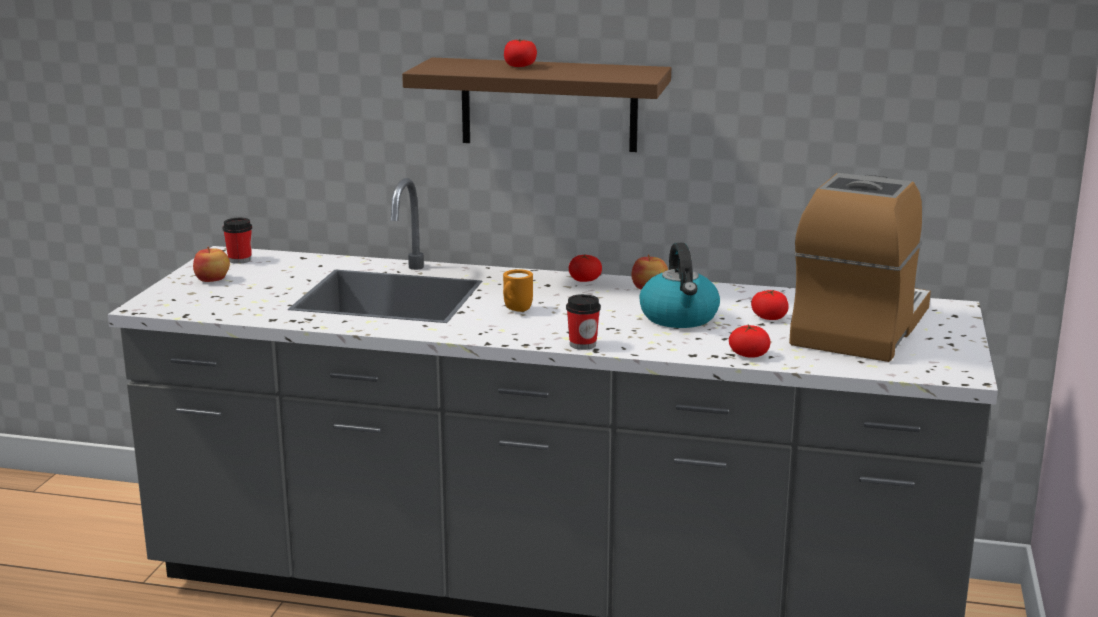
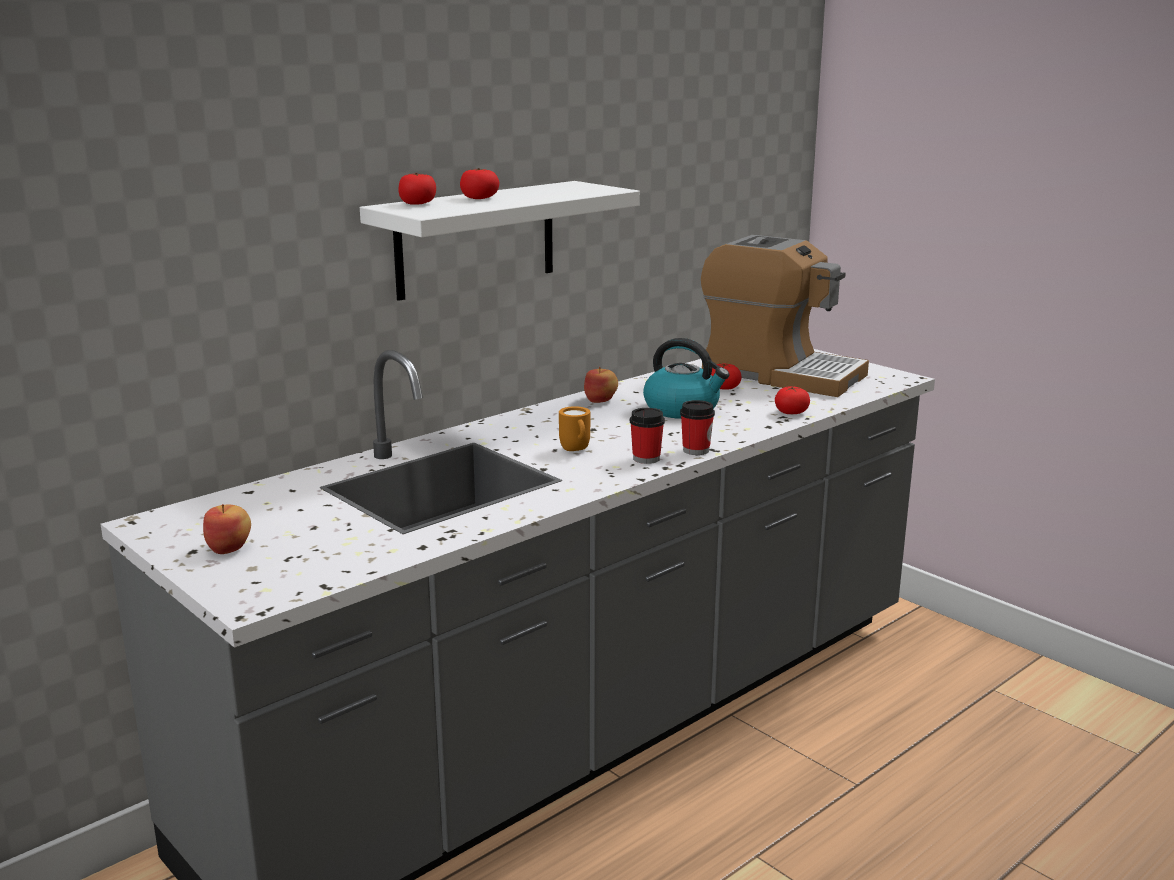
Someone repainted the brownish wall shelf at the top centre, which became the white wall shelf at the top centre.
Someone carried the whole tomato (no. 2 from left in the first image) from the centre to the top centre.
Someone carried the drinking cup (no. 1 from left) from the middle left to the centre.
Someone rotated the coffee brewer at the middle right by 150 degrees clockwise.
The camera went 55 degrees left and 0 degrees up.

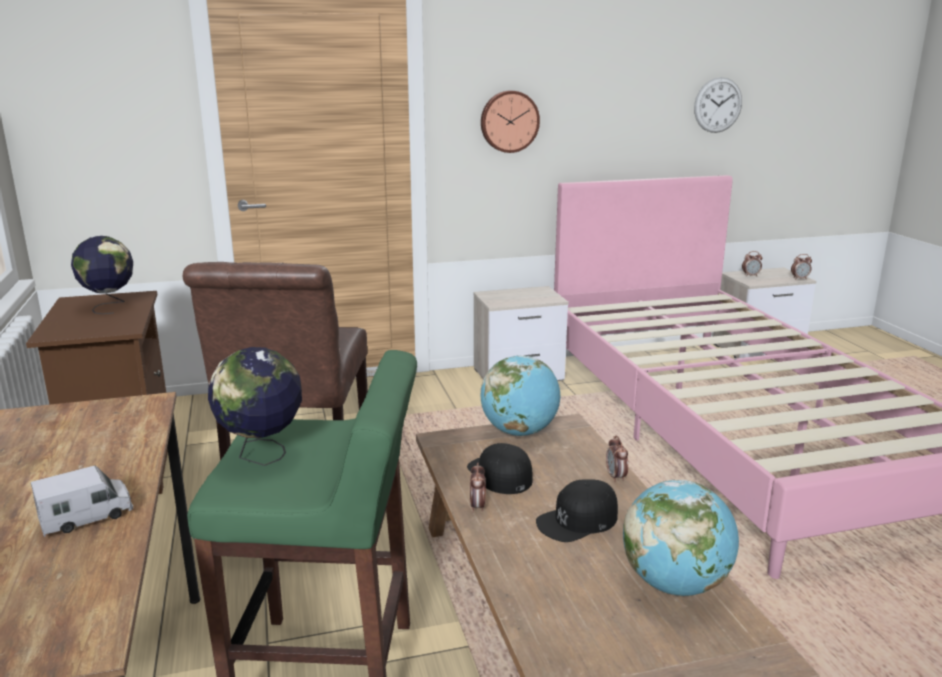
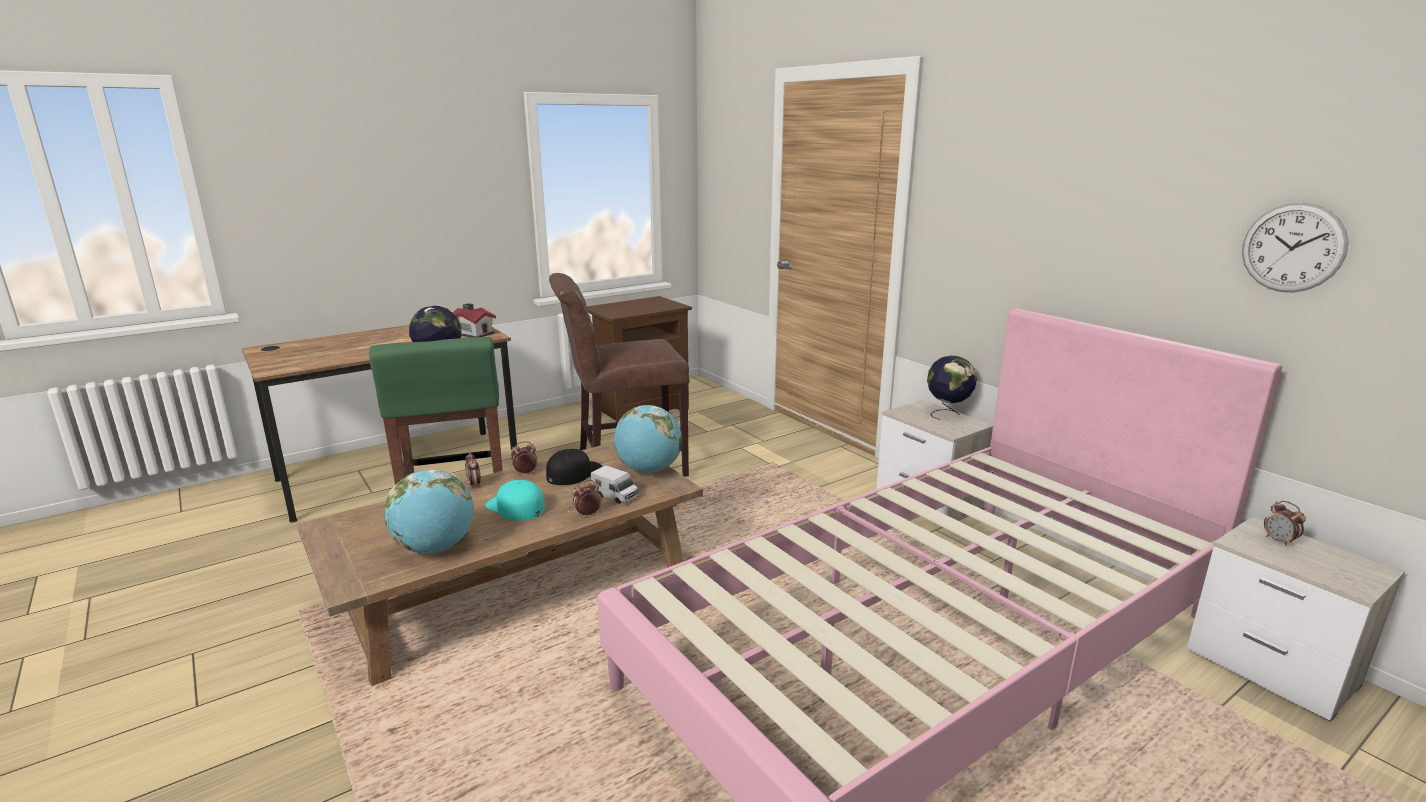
Someone put down the toy house at the middle left.
Someone carried the bedside clock (no. 4 from left in the first image) from the middle right to the middle left.
Someone repainted the black cap (no. 2 from left) at the bottom centre, which became the turquoise cap at the centre.
Someone carried the toy lorry from the bottom left to the centre.
Someone carried the world globe (no. 1 from left in the first image) from the middle left to the middle right.
Someone took away the wall clock (no. 1 from left) at the top centre.
The camera went 70 degrees right and 0 degrees up.

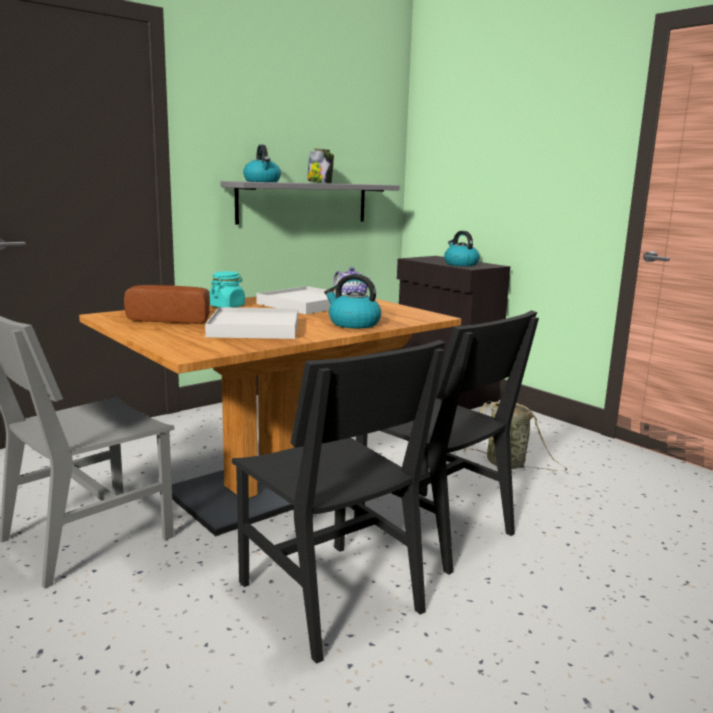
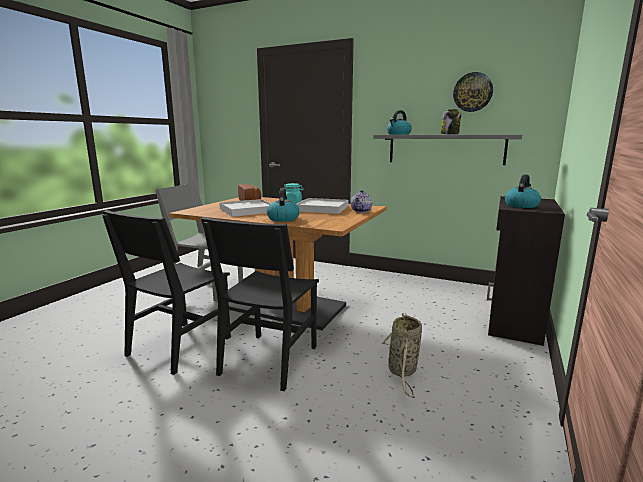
Someone put up the wall clock at the top right.
The camera went 65 degrees right and 0 degrees up.

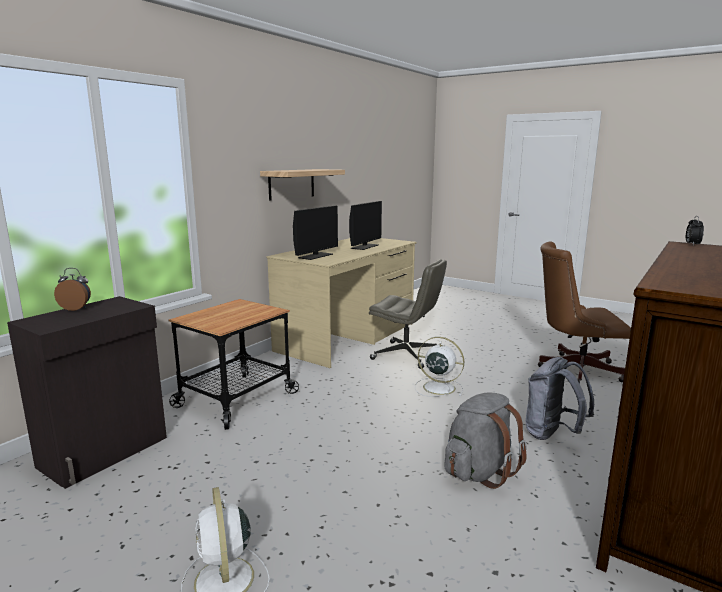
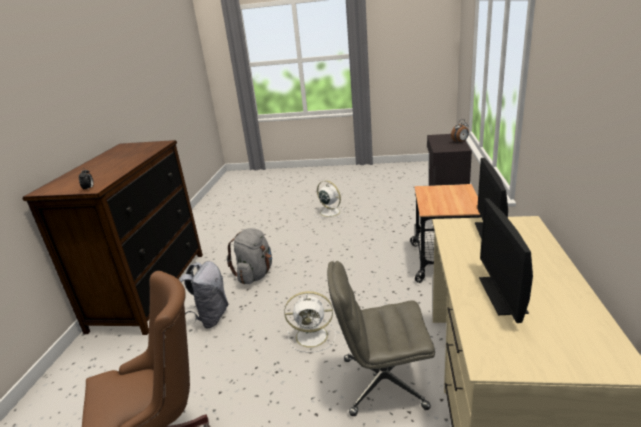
Someone took away the wall shelf at the top centre.
The camera went 155 degrees right and 10 degrees up.

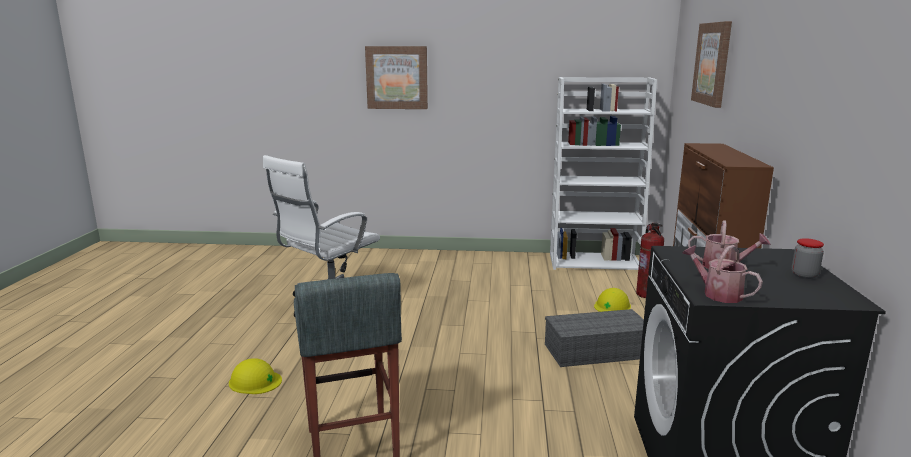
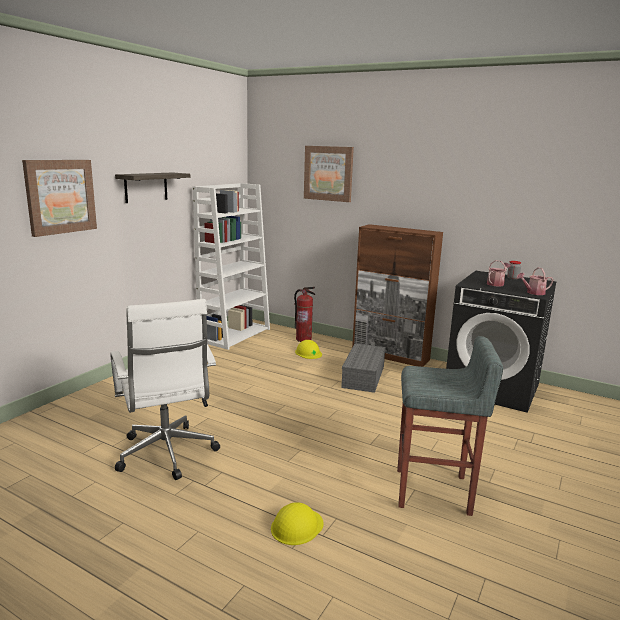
Someone put up the wall shelf at the top left.
The camera went 65 degrees left and 0 degrees up.

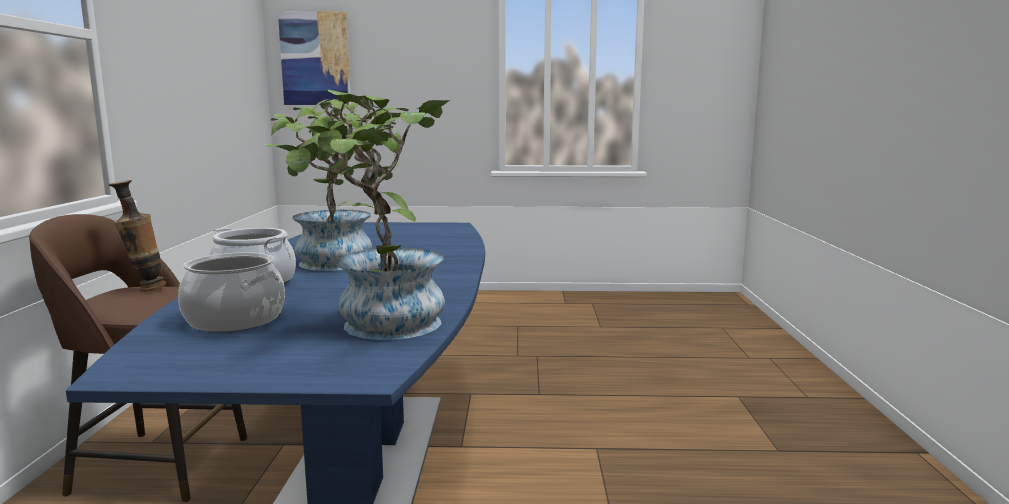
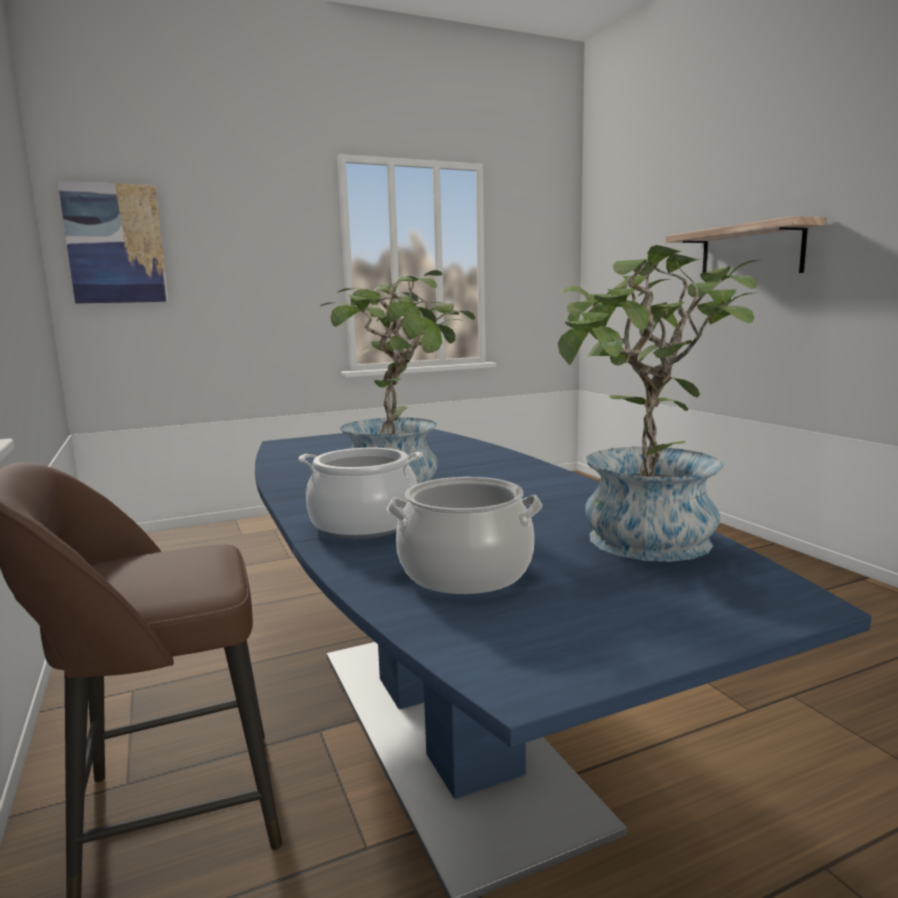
Someone put up the wall shelf at the top right.
Someone took away the flower vase at the middle left.
The camera went 25 degrees left and 0 degrees up.

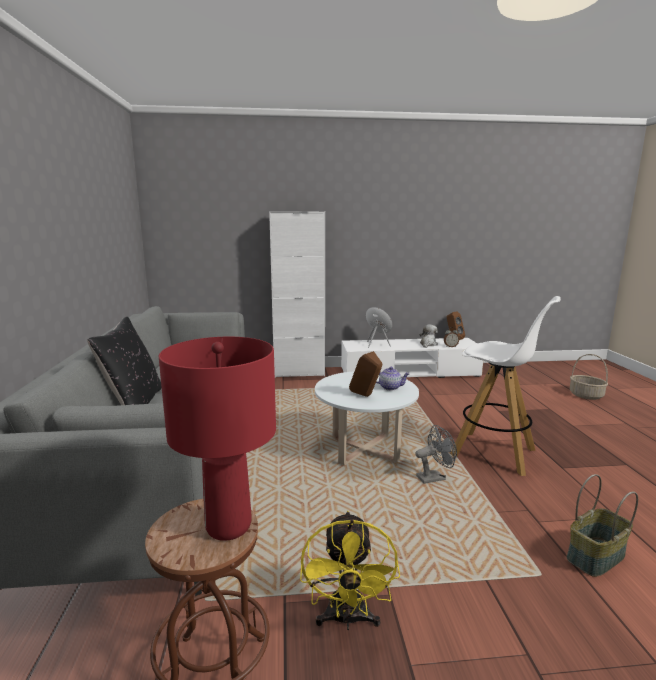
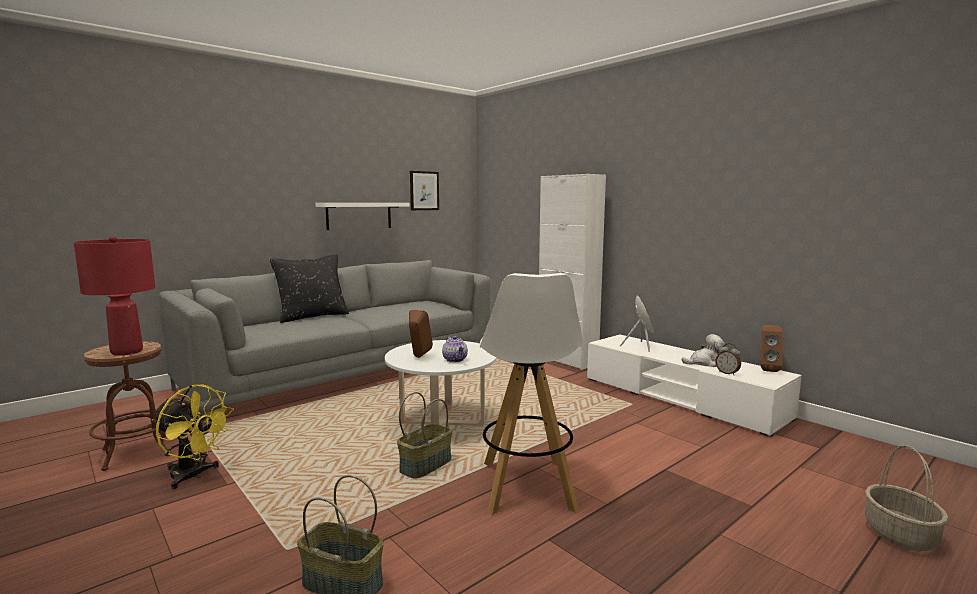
Someone rotated the yellow-coloured cooling fan at the bottom centre by 120 degrees counterclockwise.
Someone put up the white wall shelf at the centre.
Someone swapped the grey cooling fan at the bottom centre for the basket (no. 2 from left) at the bottom centre.
Someone put up the picture at the top centre.
The camera went 55 degrees right and 5 degrees down.

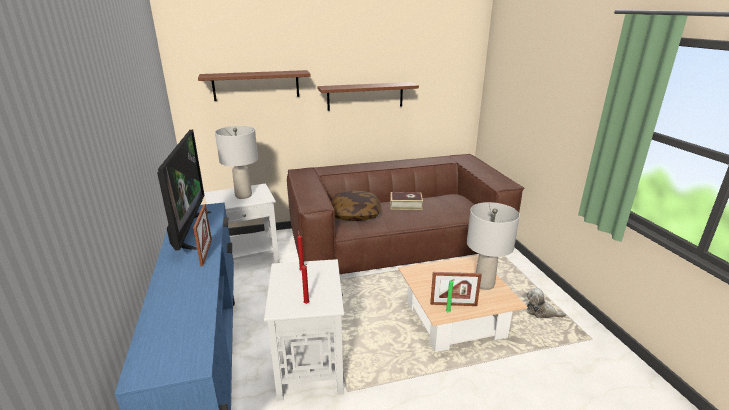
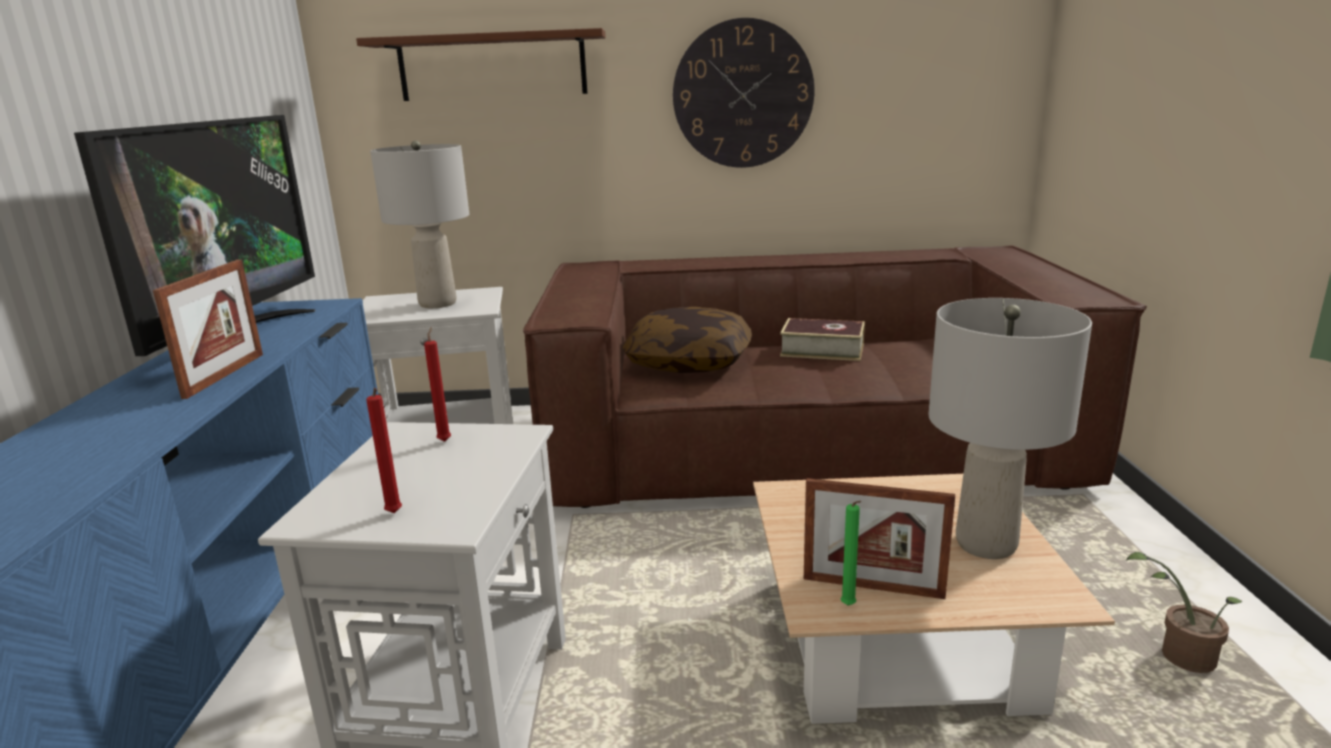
Someone swapped the brownish wall shelf (no. 2 from left) at the top centre for the wall clock at the top centre.
Someone swapped the cuddly toy at the bottom right for the potted plant at the bottom right.
The camera went 15 degrees right and 5 degrees down.

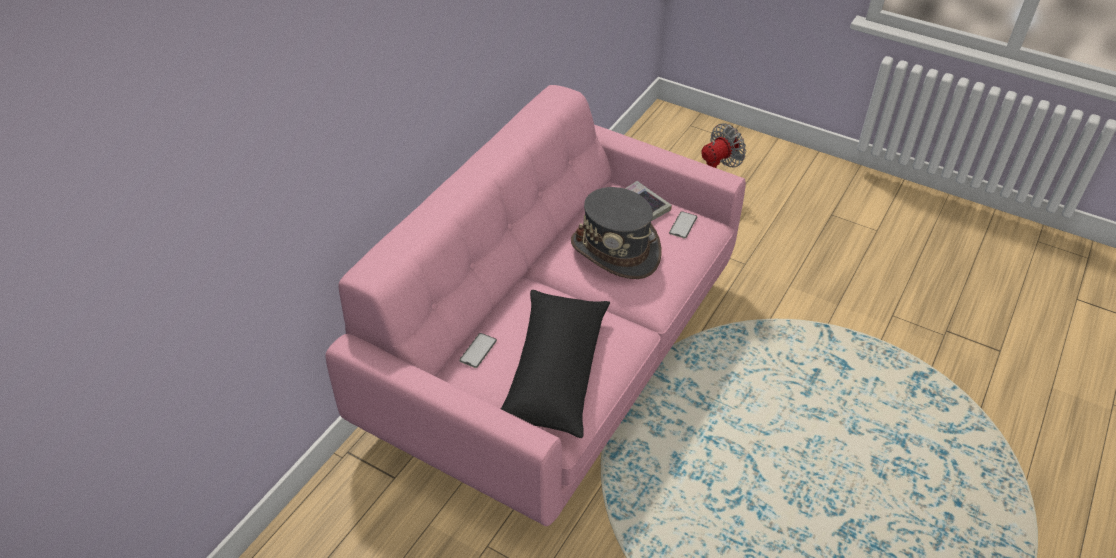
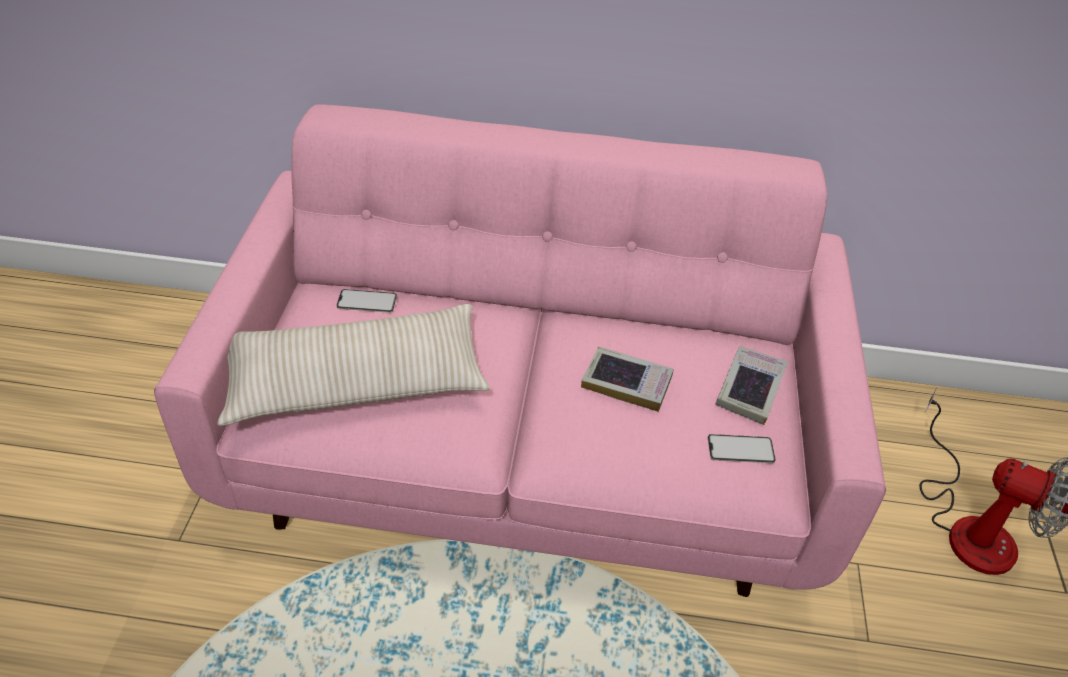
Someone repainted the black throw pillow at the centre, which became the beige-coloured throw pillow at the middle left.
Someone swapped the grey hat at the centre for the volume (no. 1 from left) at the centre.
The camera went 65 degrees right and 0 degrees up.

